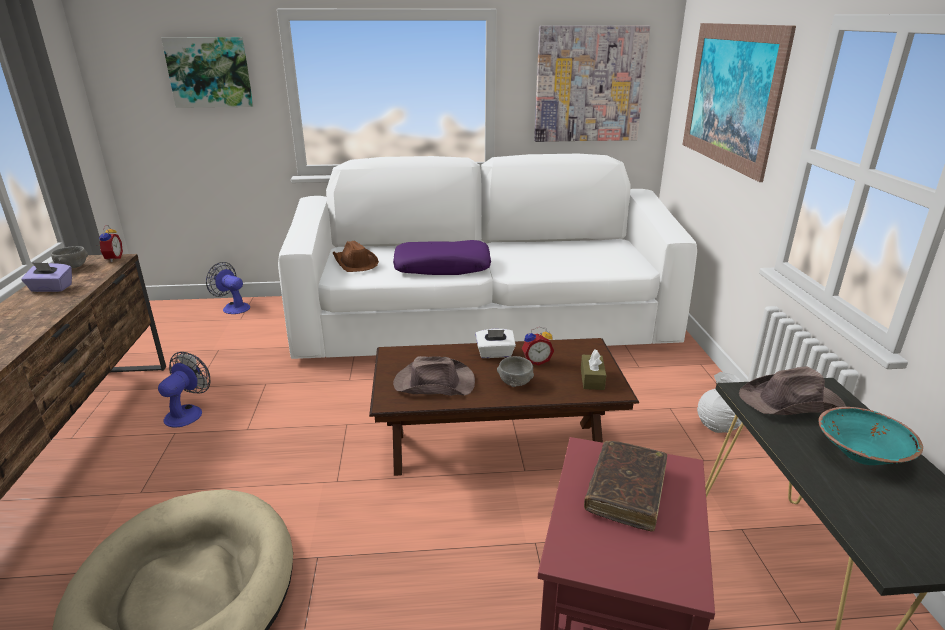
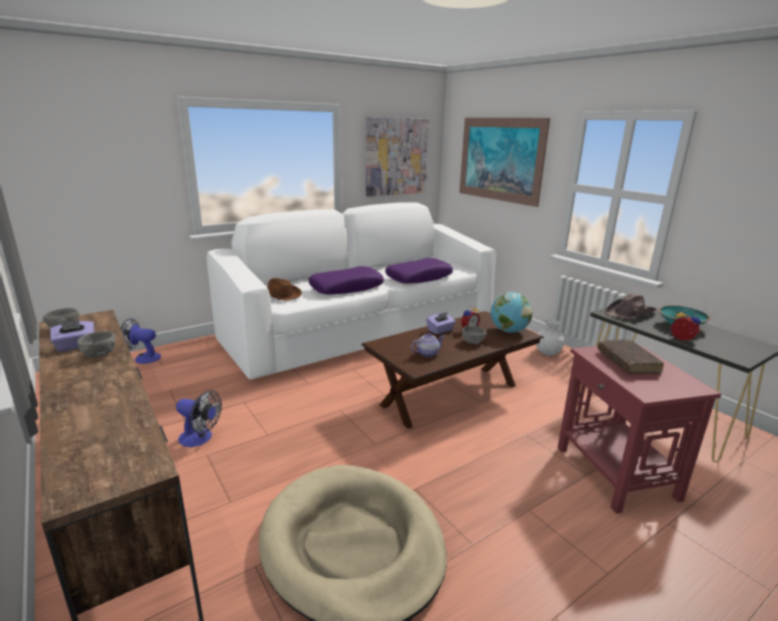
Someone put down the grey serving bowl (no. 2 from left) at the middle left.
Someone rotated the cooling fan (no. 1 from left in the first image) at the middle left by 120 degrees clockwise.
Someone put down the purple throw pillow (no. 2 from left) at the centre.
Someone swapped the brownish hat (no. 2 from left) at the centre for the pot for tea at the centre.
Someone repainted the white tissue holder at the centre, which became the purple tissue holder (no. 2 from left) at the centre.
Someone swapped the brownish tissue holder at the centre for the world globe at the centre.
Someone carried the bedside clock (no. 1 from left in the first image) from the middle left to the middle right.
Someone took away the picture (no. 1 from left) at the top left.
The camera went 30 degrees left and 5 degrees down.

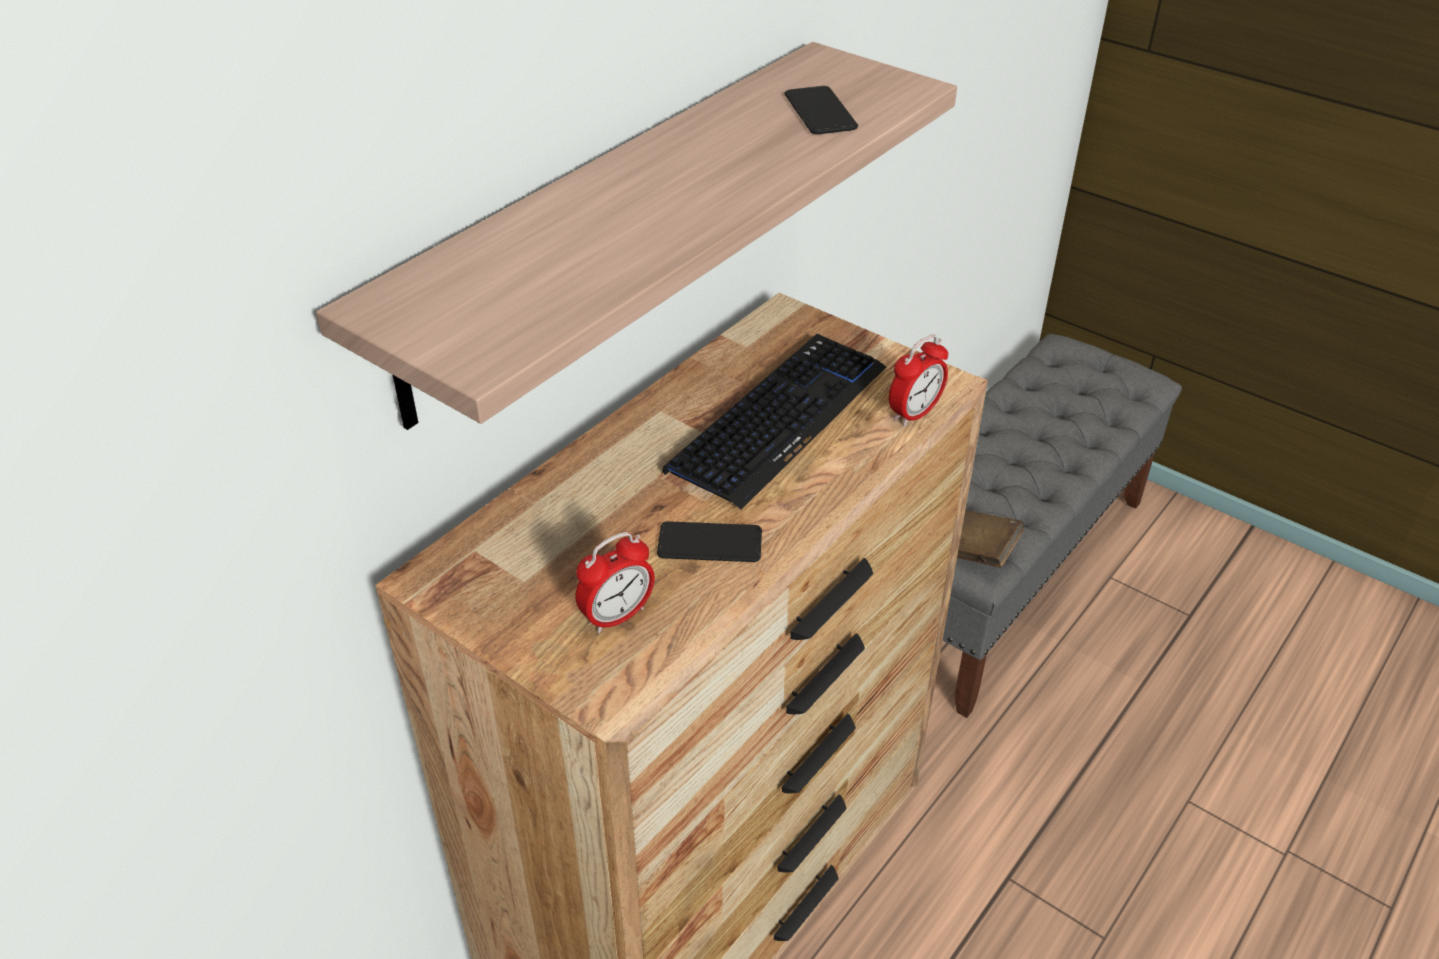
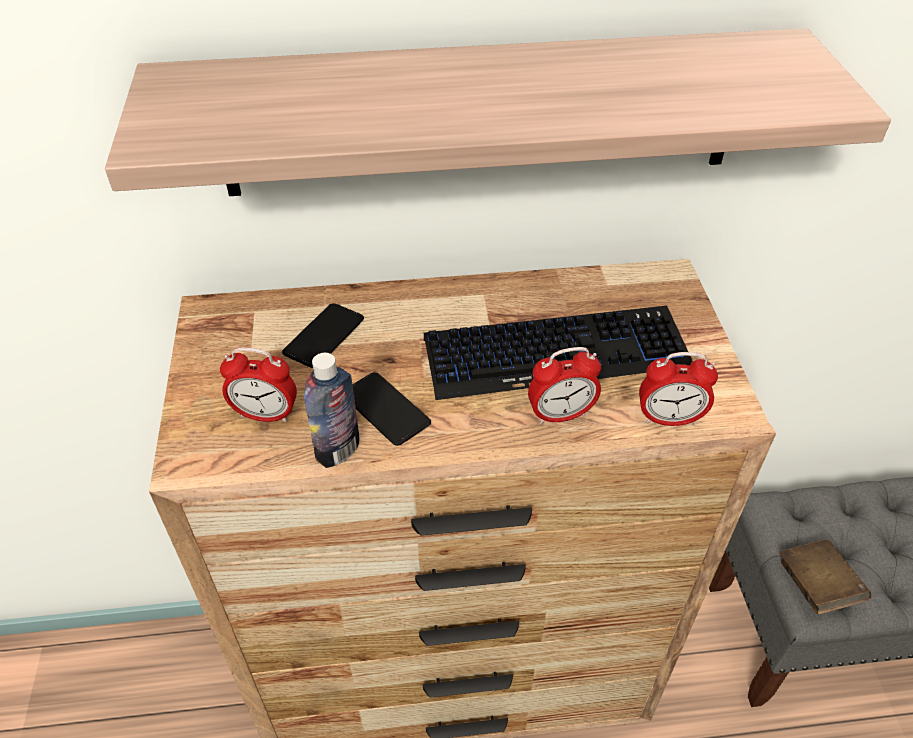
Someone carried the handset (no. 2 from left in the first image) from the top centre to the centre.
Someone put down the bottle at the centre.
Someone put down the bedside clock (no. 2 from left) at the centre.
The camera went 45 degrees right and 5 degrees up.

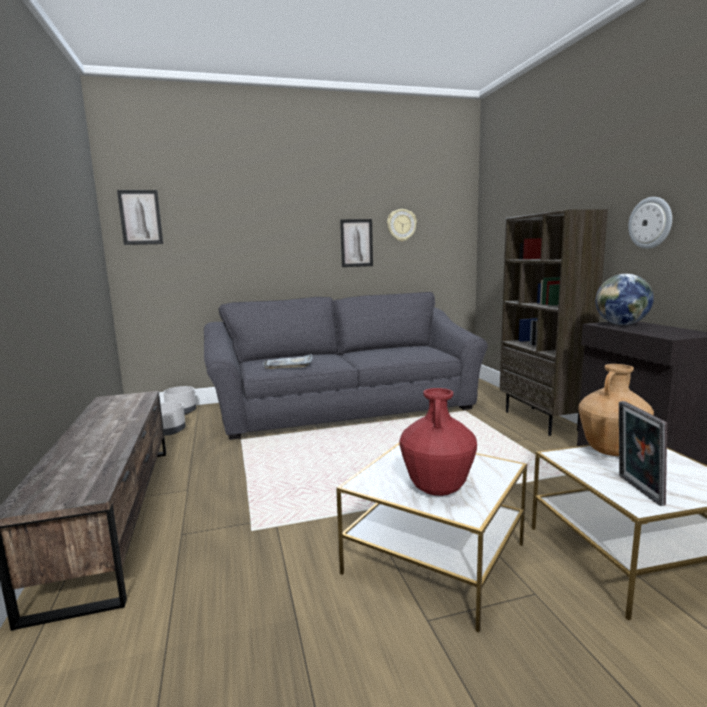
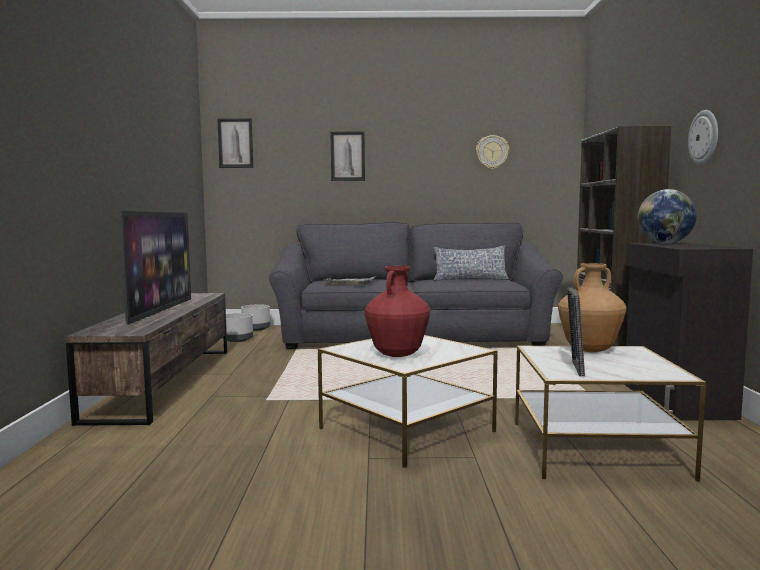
Someone put down the TV set at the middle left.
Someone carried the picture (no. 2 from left) from the centre to the top centre.
Someone put down the throw pillow at the centre.
The camera went 15 degrees right and 5 degrees down.

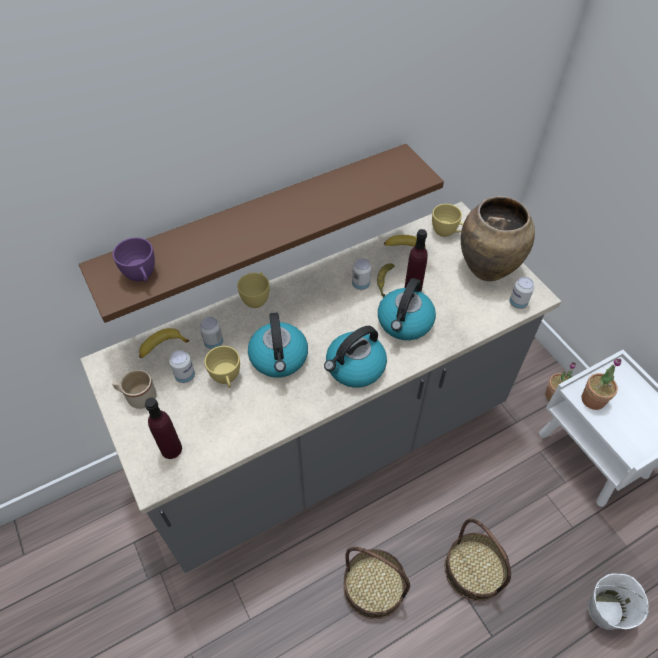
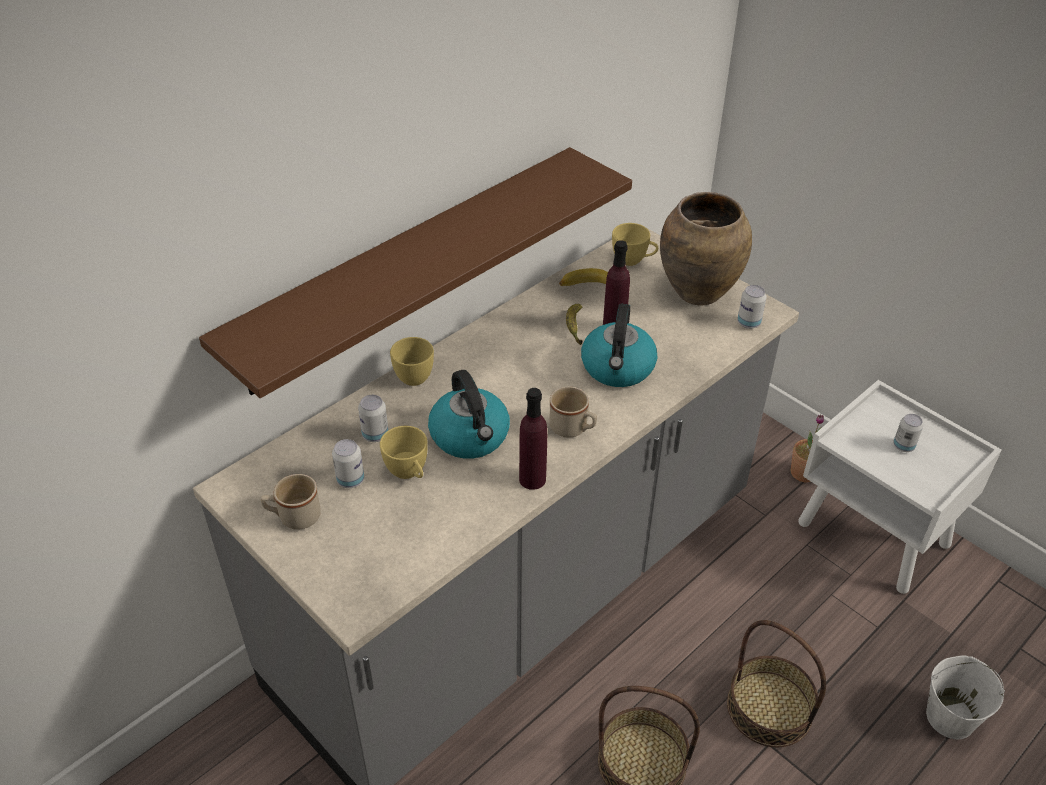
Someone carried the purple bottle (no. 1 from left) from the middle left to the centre.
Someone swapped the kettle (no. 2 from left) at the centre for the beige-coloured coffee mug (no. 2 from left) at the centre.
Someone carried the can (no. 3 from left in the first image) from the centre to the middle right.
Someone took away the purple drinking cup at the middle left.
Someone took away the banana fruit (no. 1 from left) at the middle left.
Someone took away the potted plant (no. 2 from left) at the middle right.
The camera went 15 degrees left and 10 degrees down.

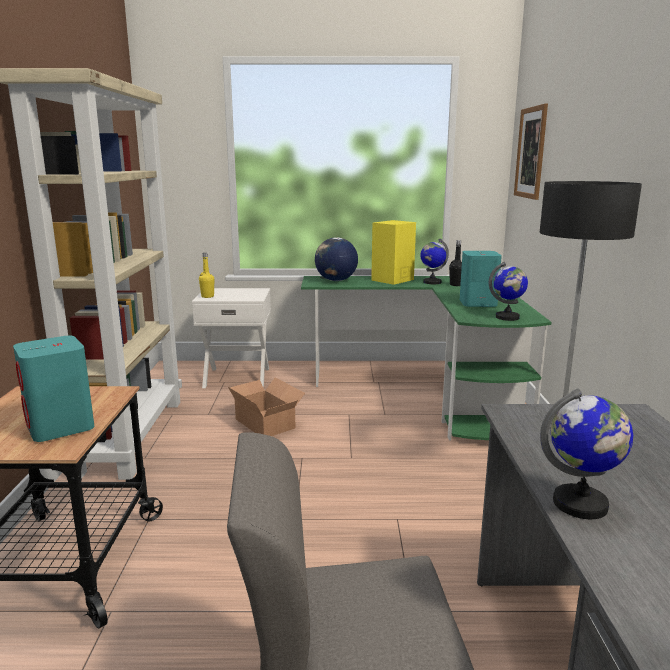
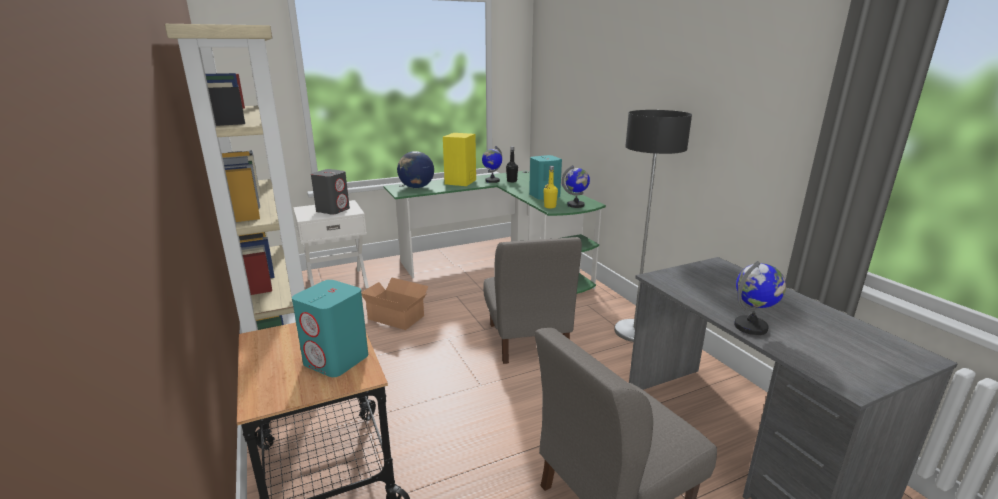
Someone put down the grey audio speaker at the middle left.
Someone put down the grey chair (no. 1 from left) at the centre.
Someone carried the yellow-coloured bottle from the middle left to the centre.
Someone took away the picture at the top right.
The camera went 25 degrees left and 5 degrees up.

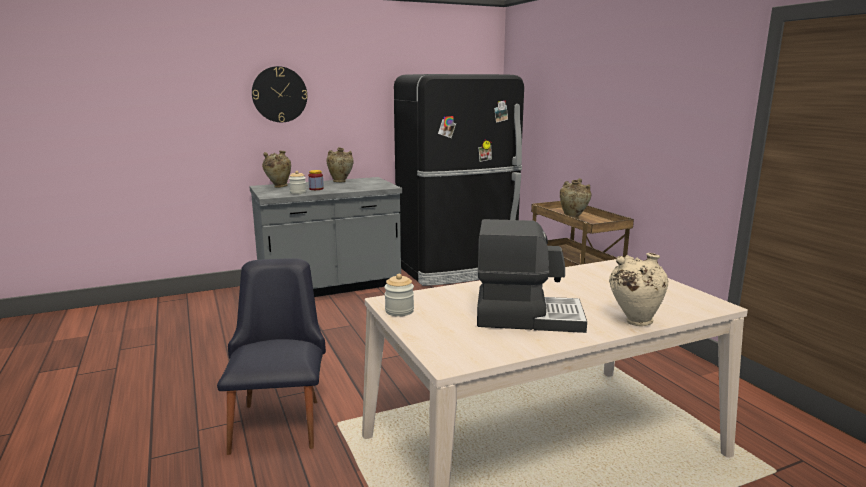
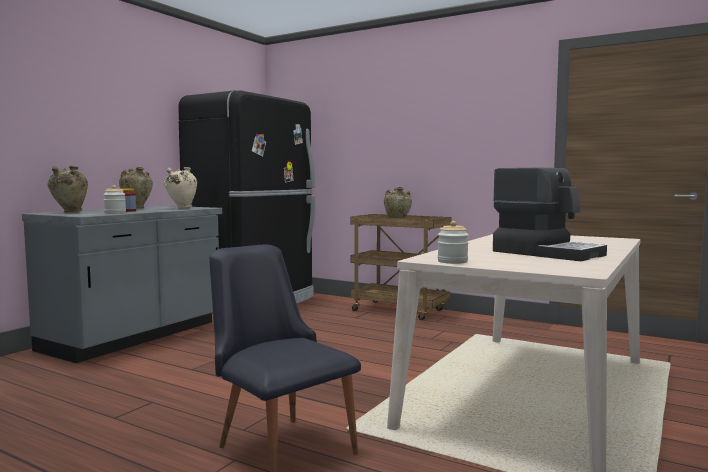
Someone carried the beige-coloured flower vase (no. 4 from left in the first image) from the middle right to the middle left.
Someone rotated the coffee brewer at the centre by 75 degrees clockwise.
Someone took away the wall clock at the top left.
The camera went 35 degrees left and 10 degrees down.

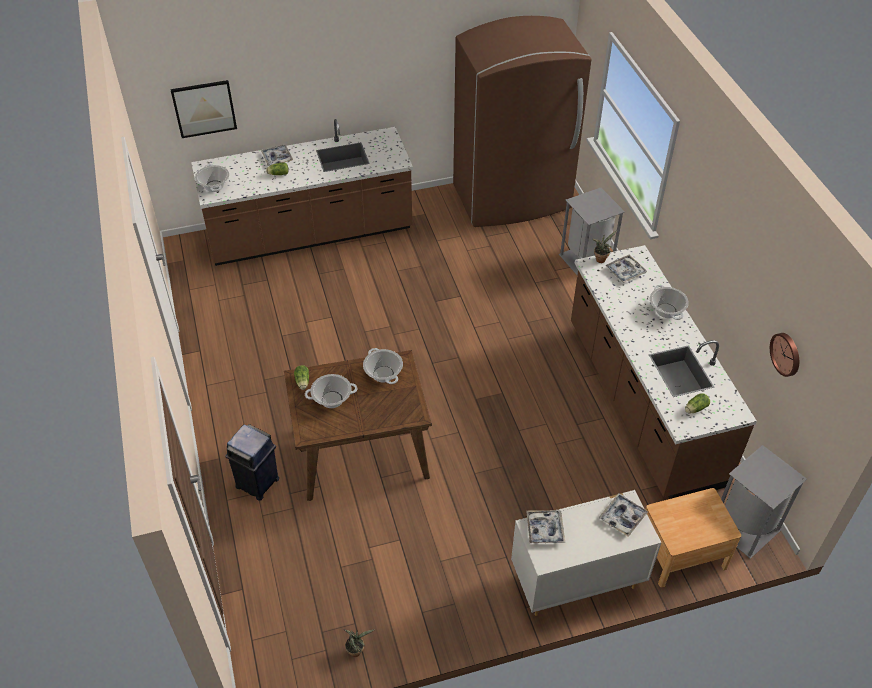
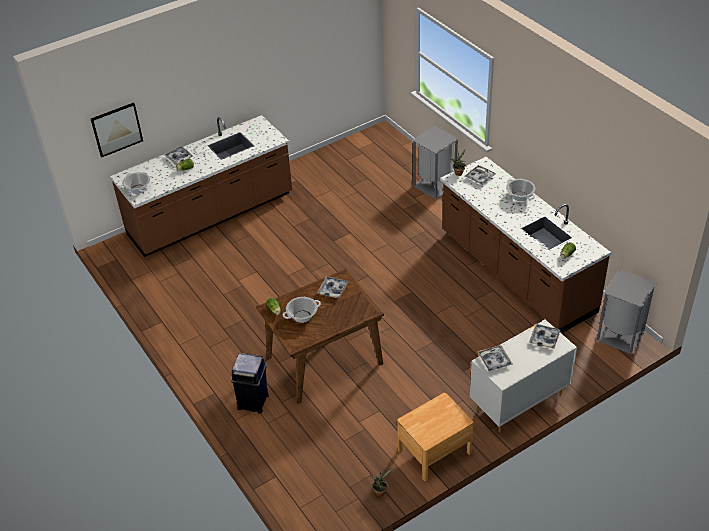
Someone swapped the cooking pot (no. 3 from left) at the centre for the carrying tray (no. 2 from left) at the centre.
Someone carried the brownish bedside table from the bottom right to the bottom centre.
Someone took away the brownish kitchen fridge at the top centre.
Someone took away the wall clock at the middle right.
The camera went 15 degrees left and 5 degrees down.

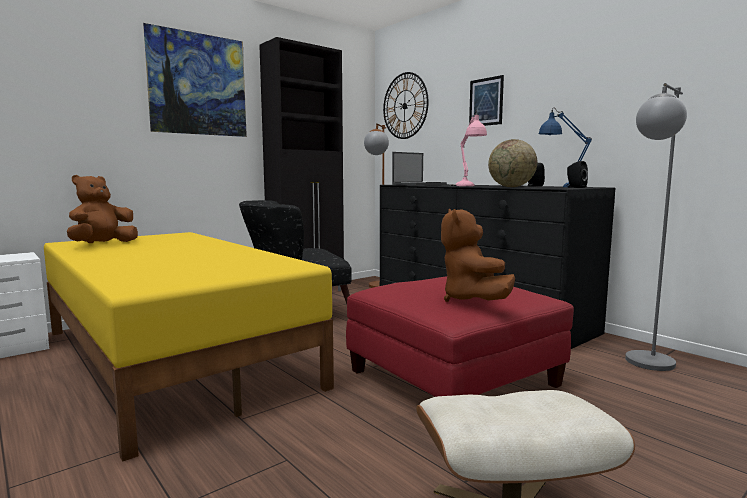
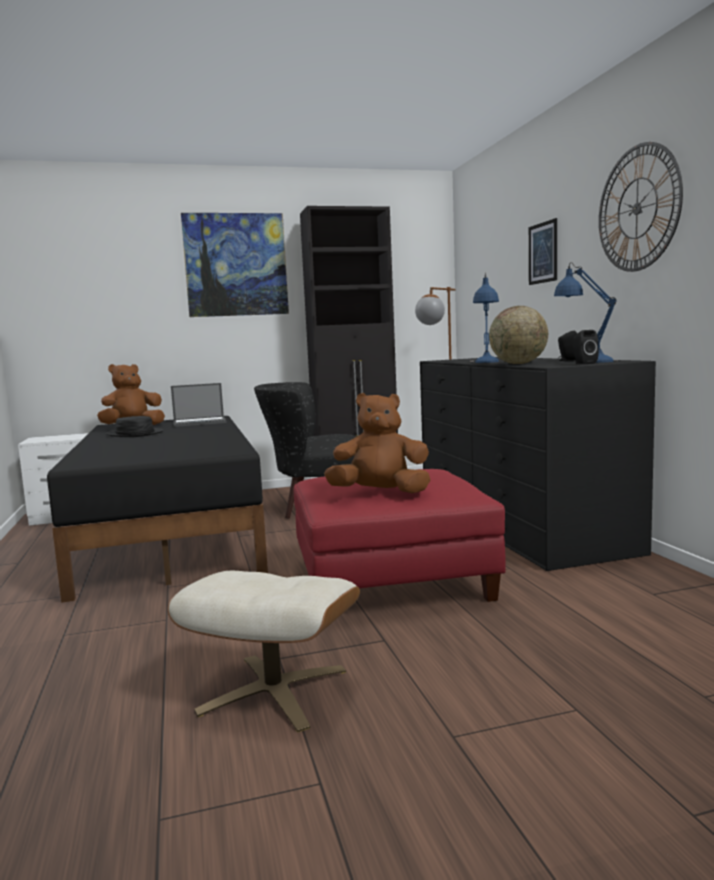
Someone repainted the yellow-coloured sleeping bed at the bottom left, which became the black sleeping bed at the middle left.
Someone put down the black hat at the middle left.
Someone carried the laptop from the centre to the middle left.
Someone rotated the brownish cuddly toy (no. 2 from left) at the centre by 75 degrees clockwise.
Someone repainted the pink-coloured lamp for a table at the top centre, which became the blue-coloured lamp for a table (no. 1 from left) at the middle right.
Someone carried the wall clock from the top centre to the top right.
Someone took away the grey standing lamp at the middle right.
The camera went 25 degrees right and 0 degrees up.

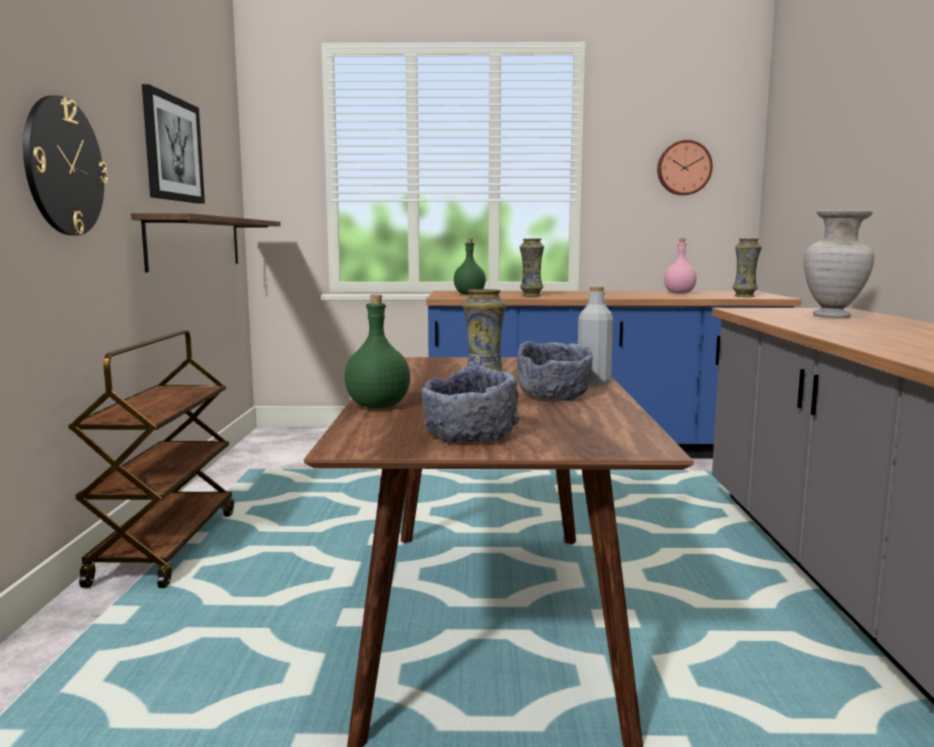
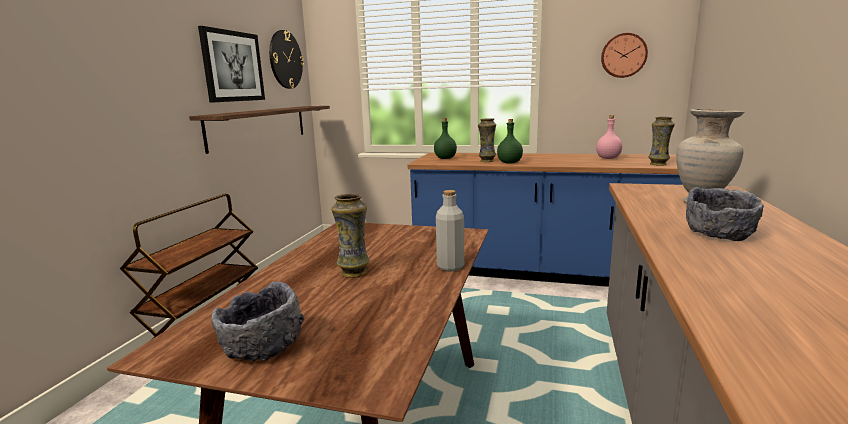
Someone carried the wall clock (no. 1 from left) from the top left to the top centre.
Someone carried the greenish bottle (no. 1 from left in the first image) from the centre to the top centre.
Someone carried the grey serving bowl (no. 2 from left) from the centre to the middle right.
The camera went 15 degrees right and 5 degrees up.

